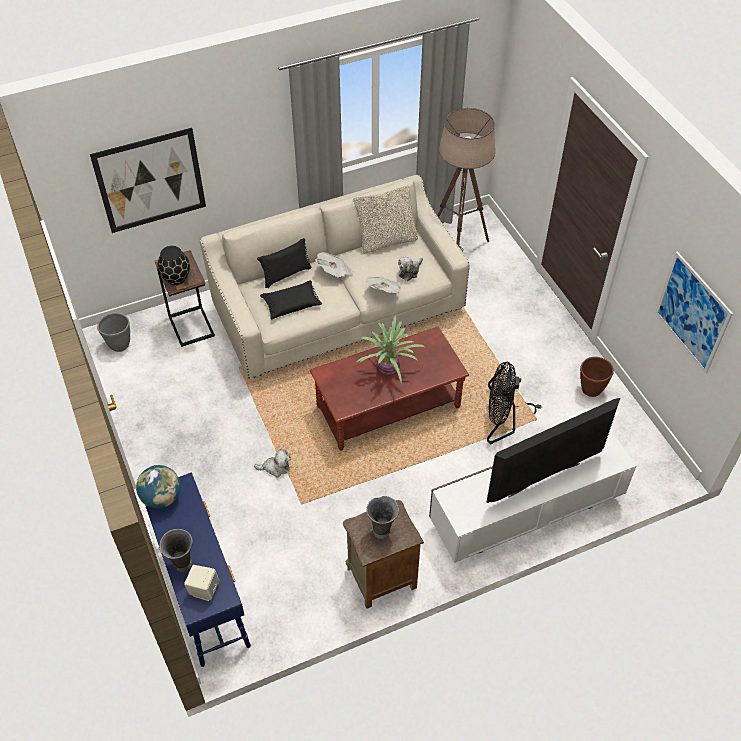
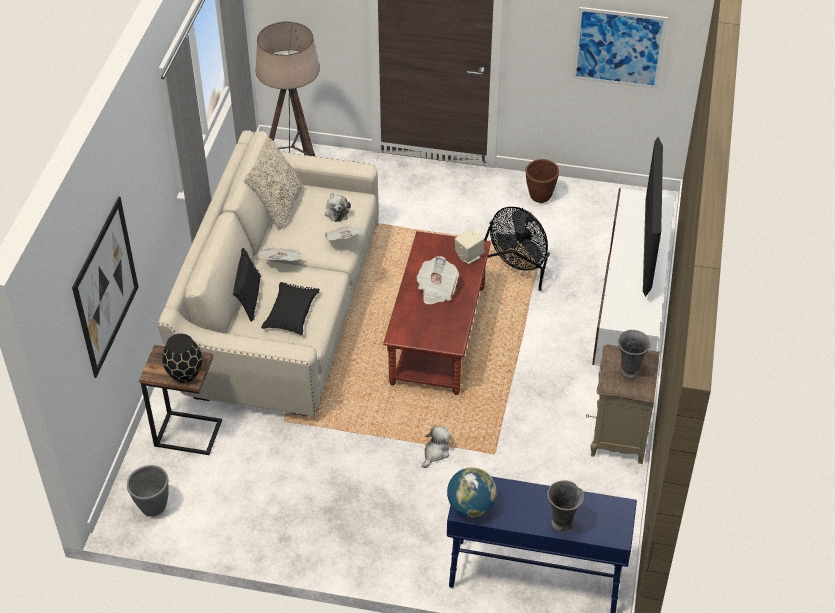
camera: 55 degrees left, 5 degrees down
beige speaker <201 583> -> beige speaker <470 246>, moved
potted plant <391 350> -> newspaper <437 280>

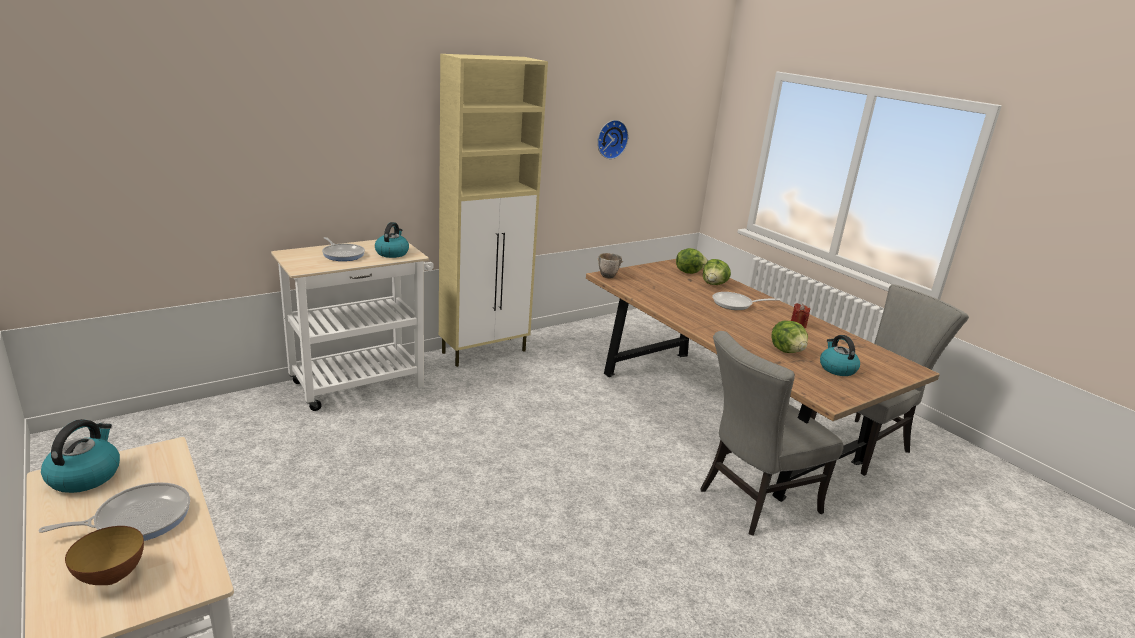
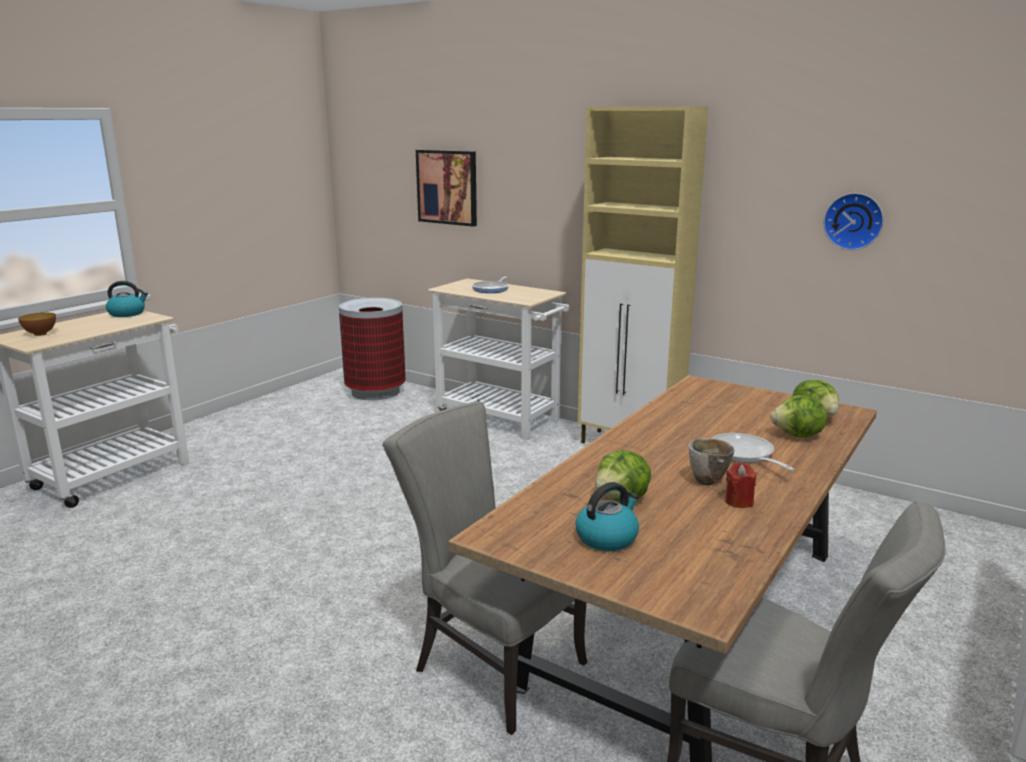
camera: 70 degrees right, 5 degrees down
frying pan <114 511> -> none
kettle <392 240> -> none
bowl <610 265> -> bowl <711 461>, moved
none -> trash can <372 349>
none -> picture <446 188>

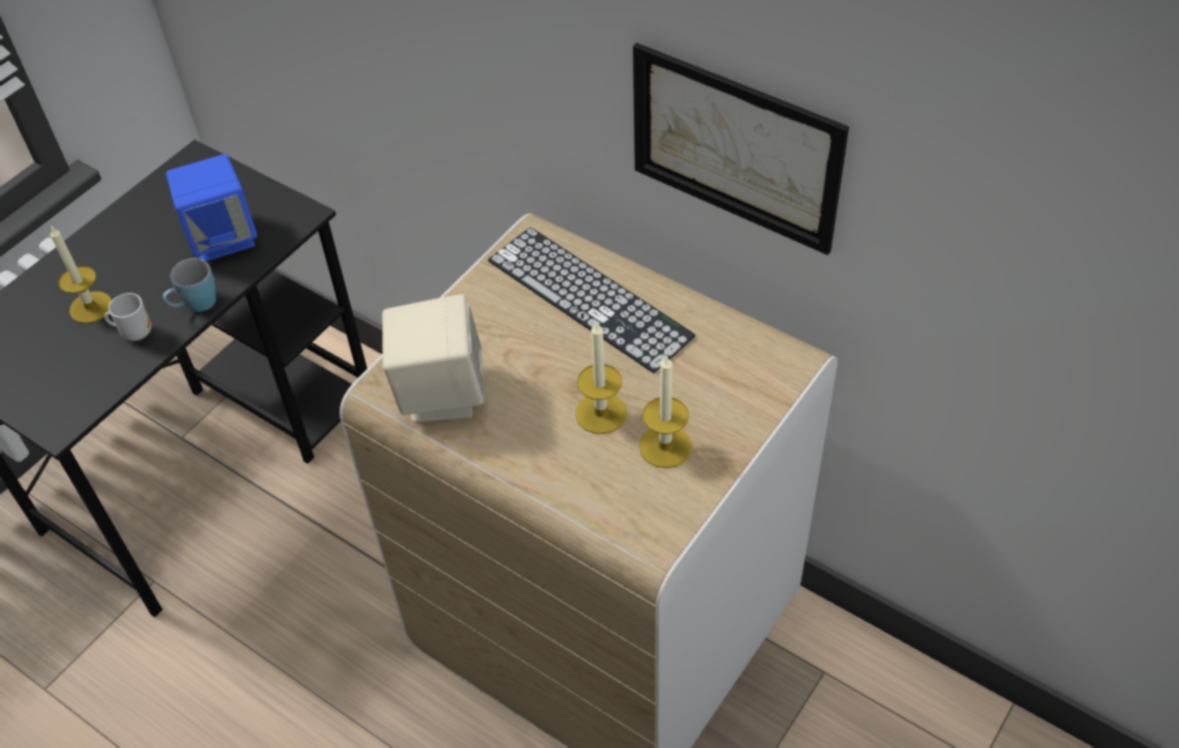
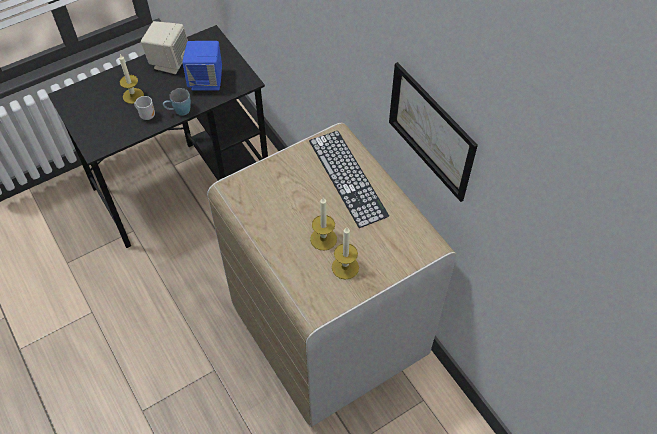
camera: 20 degrees right, 5 degrees up
beige speaker <433 358> -> beige speaker <164 47>, moved

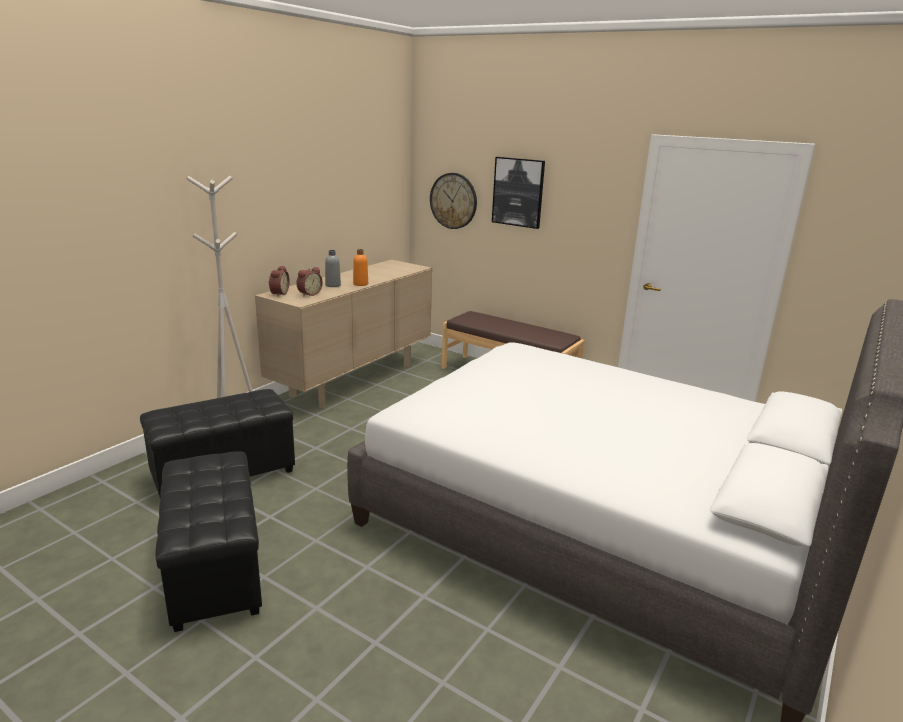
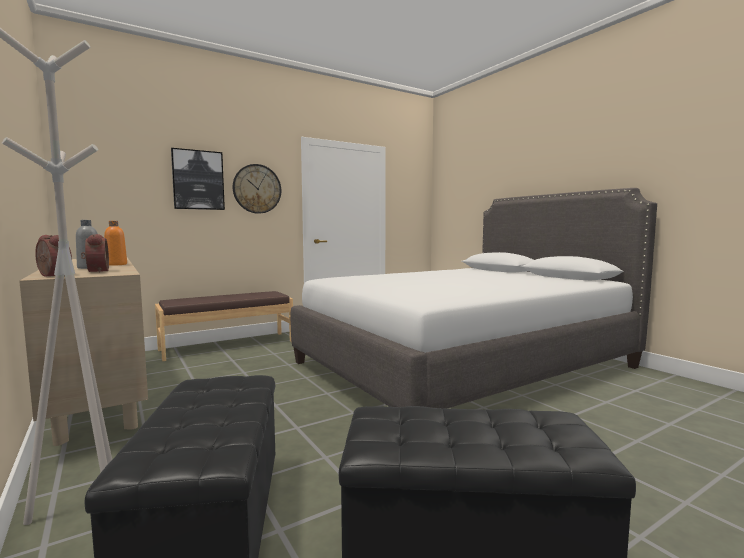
camera: 65 degrees left, 15 degrees down
wall clock <453 201> -> wall clock <257 189>, moved

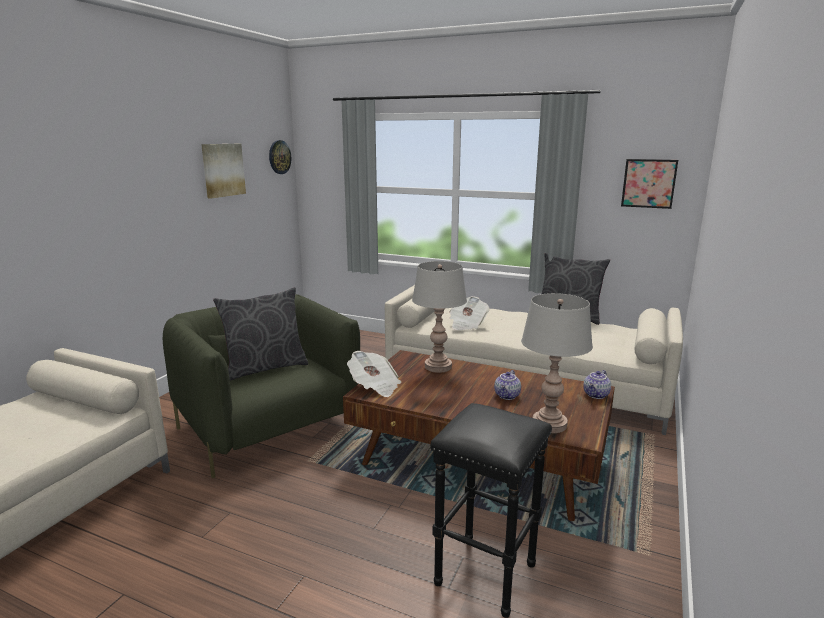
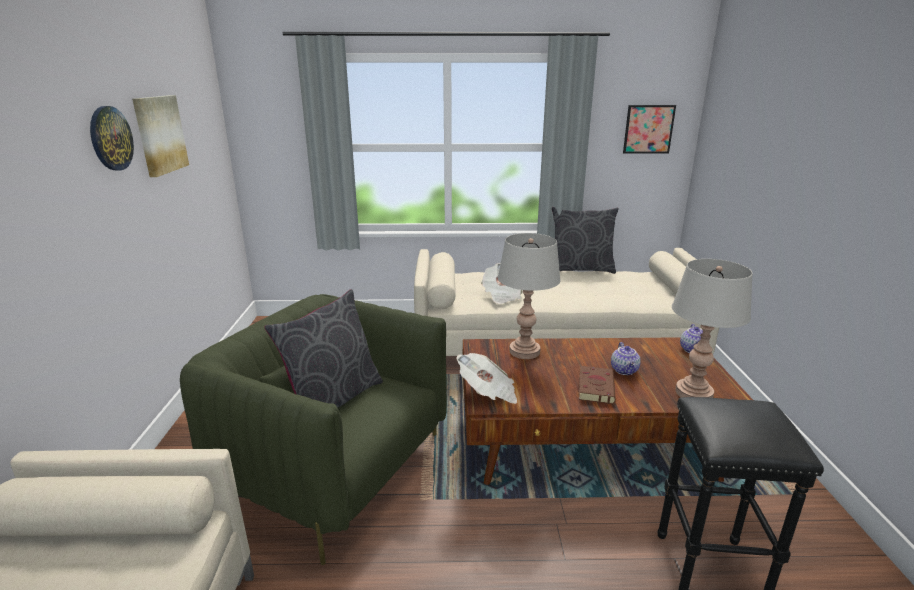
camera: 25 degrees left, 5 degrees up
wall clock <280 157> -> wall clock <112 138>, moved
none -> brown book <597 385>

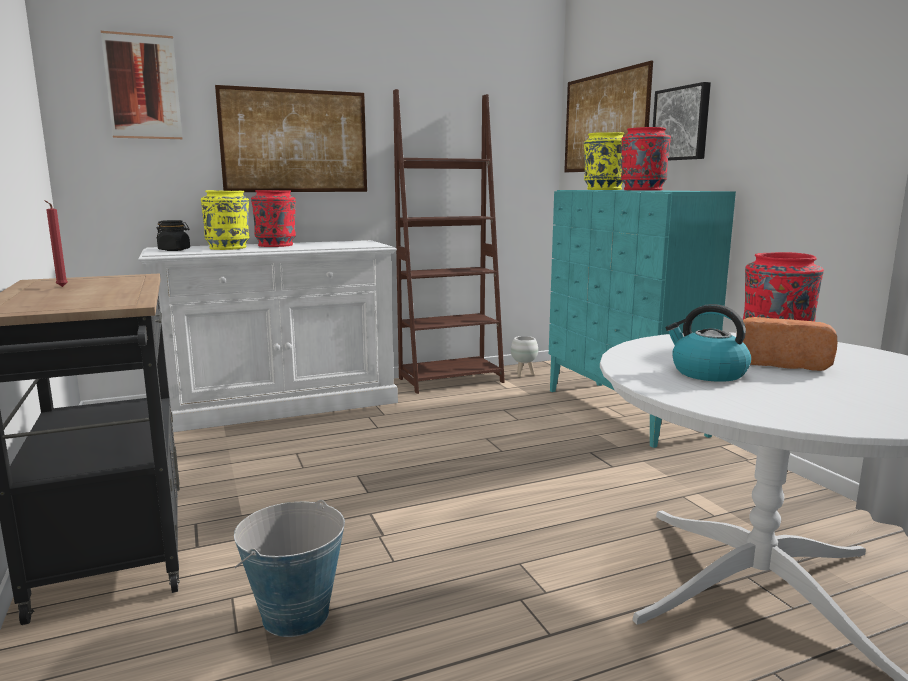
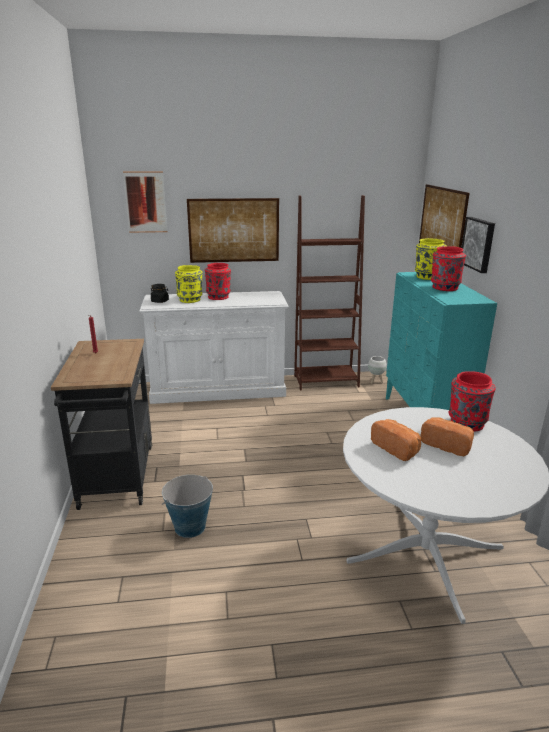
camera: 15 degrees right, 10 degrees up
kettle <708 343> -> bread <396 440>

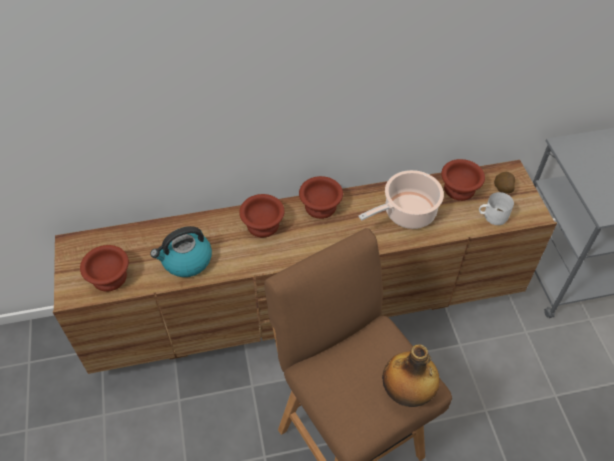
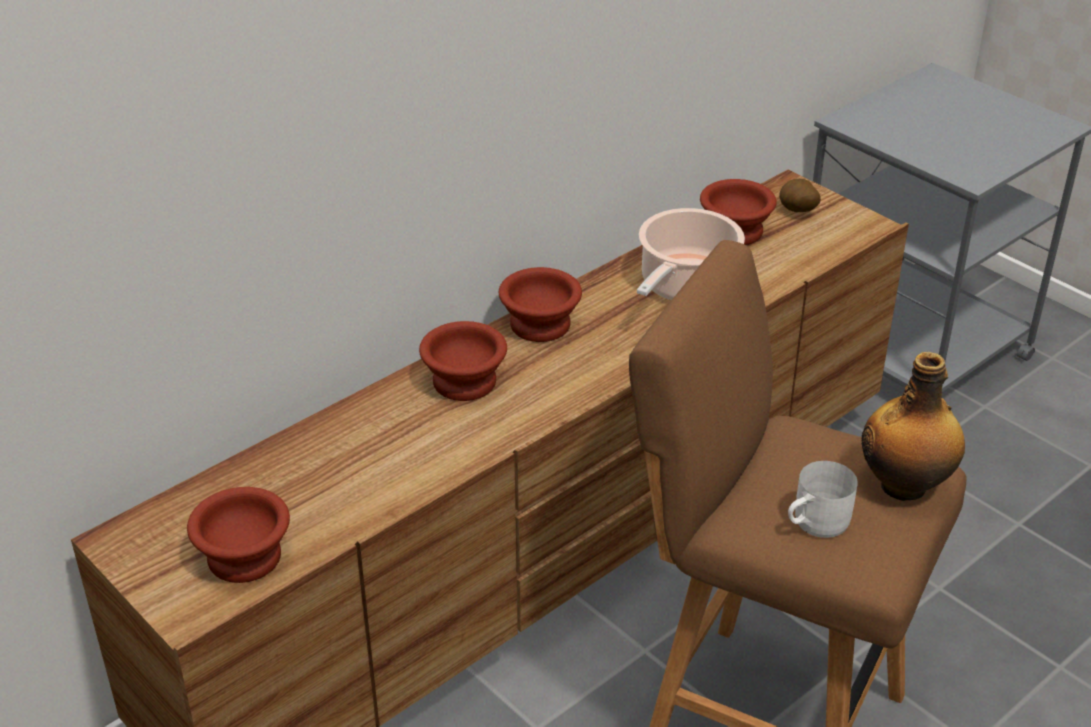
camera: 30 degrees left, 15 degrees down
kettle <181 251> -> none
white mug <496 208> -> white mug <823 499>, moved

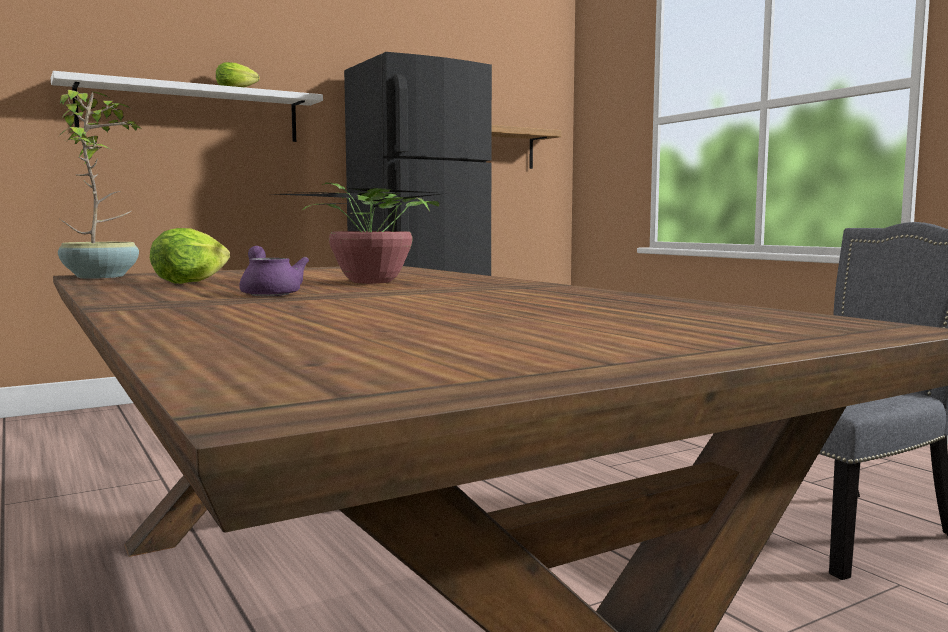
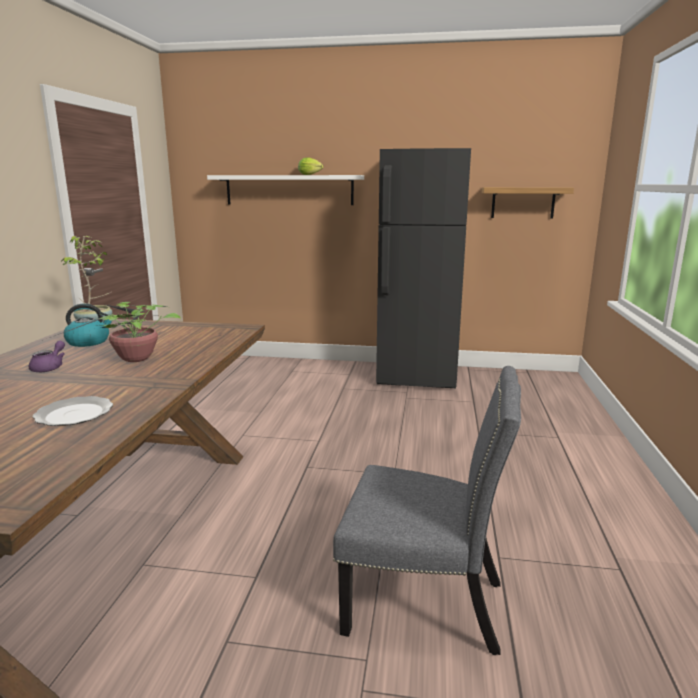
camera: 40 degrees right, 10 degrees up
lettuce <190 256> -> kettle <88 325>
none -> plate <72 411>

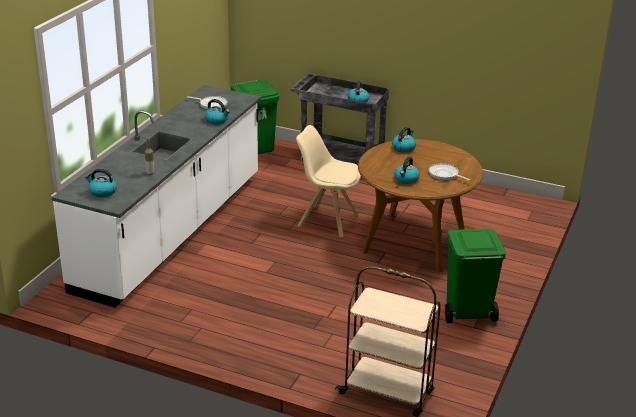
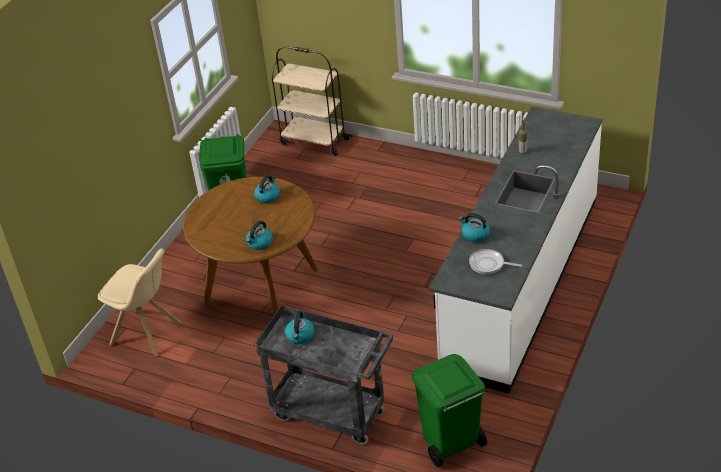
camera: 175 degrees left, 10 degrees up
kettle <101 183> -> none
beige chair <328 181> -> beige chair <140 303>, moved
frying pan <449 172> -> none

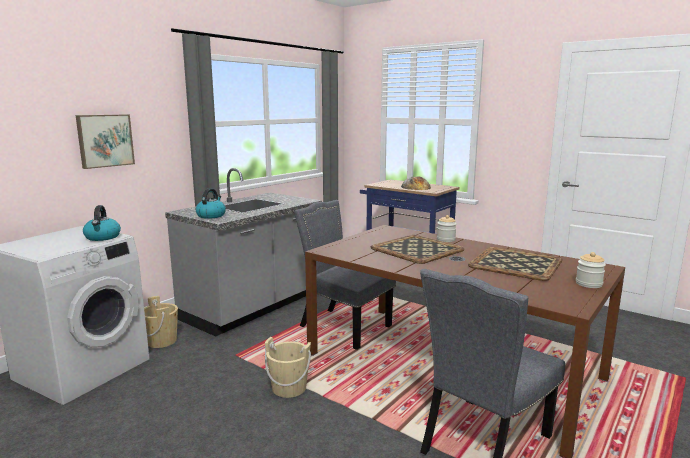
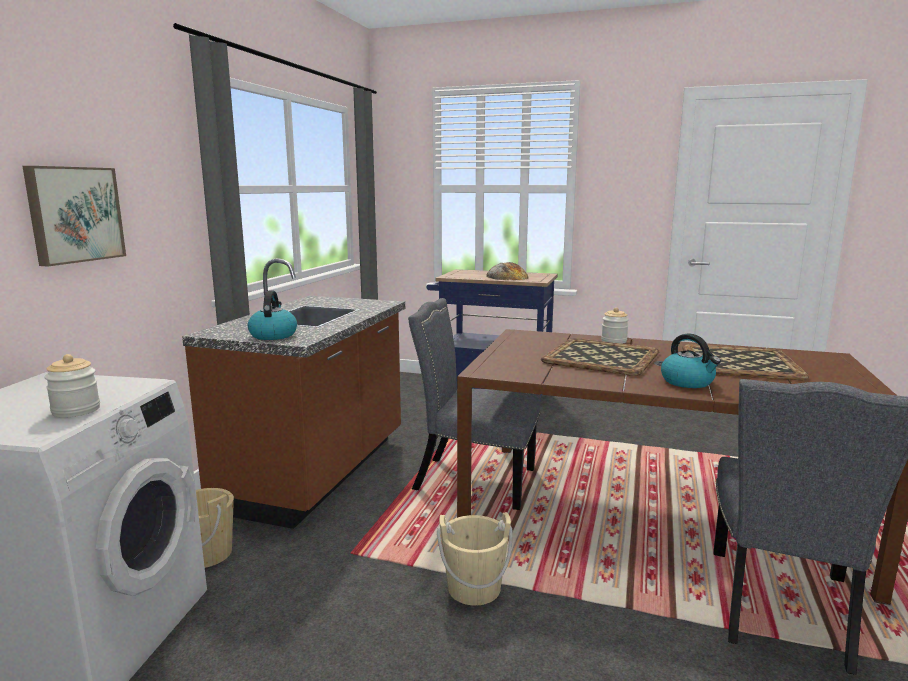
camera: 20 degrees left, 0 degrees up
kettle <102 223> -> kettle <691 360>, moved
grey counter <243 252> -> brown counter <293 394>
jar <591 270> -> jar <72 386>, moved

